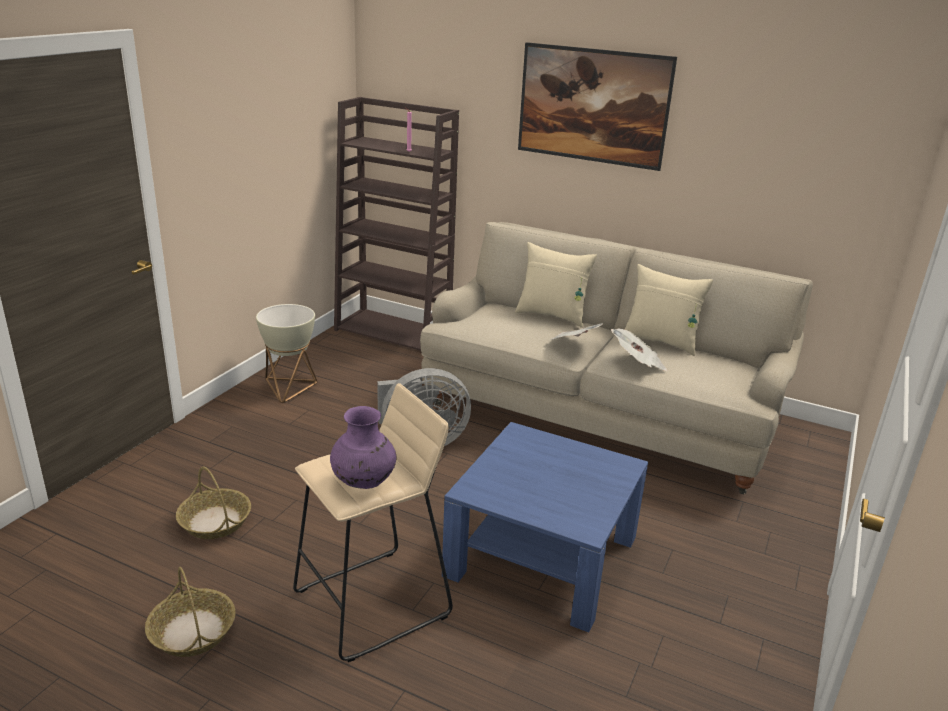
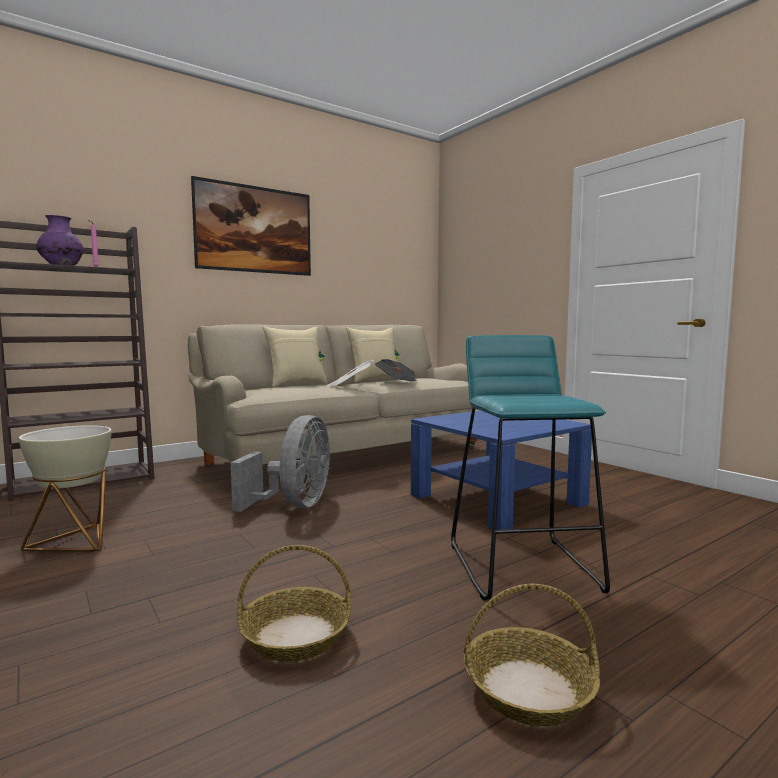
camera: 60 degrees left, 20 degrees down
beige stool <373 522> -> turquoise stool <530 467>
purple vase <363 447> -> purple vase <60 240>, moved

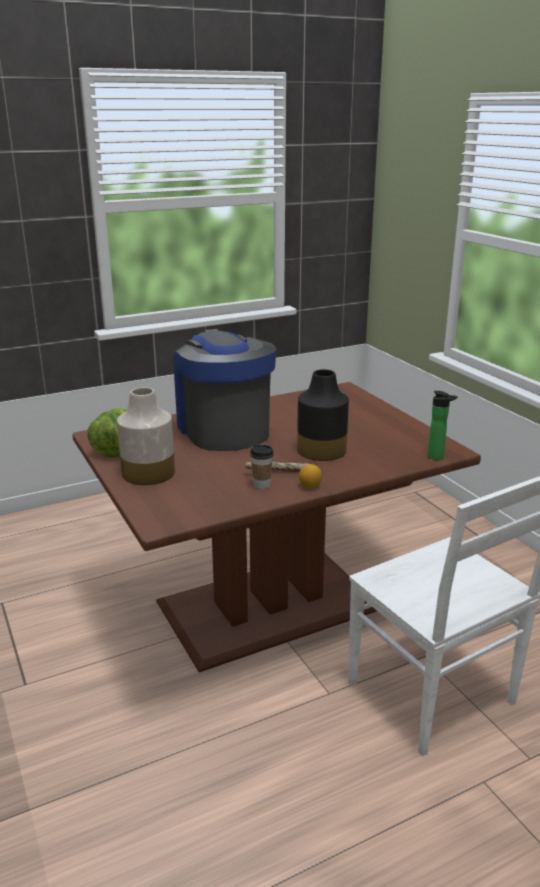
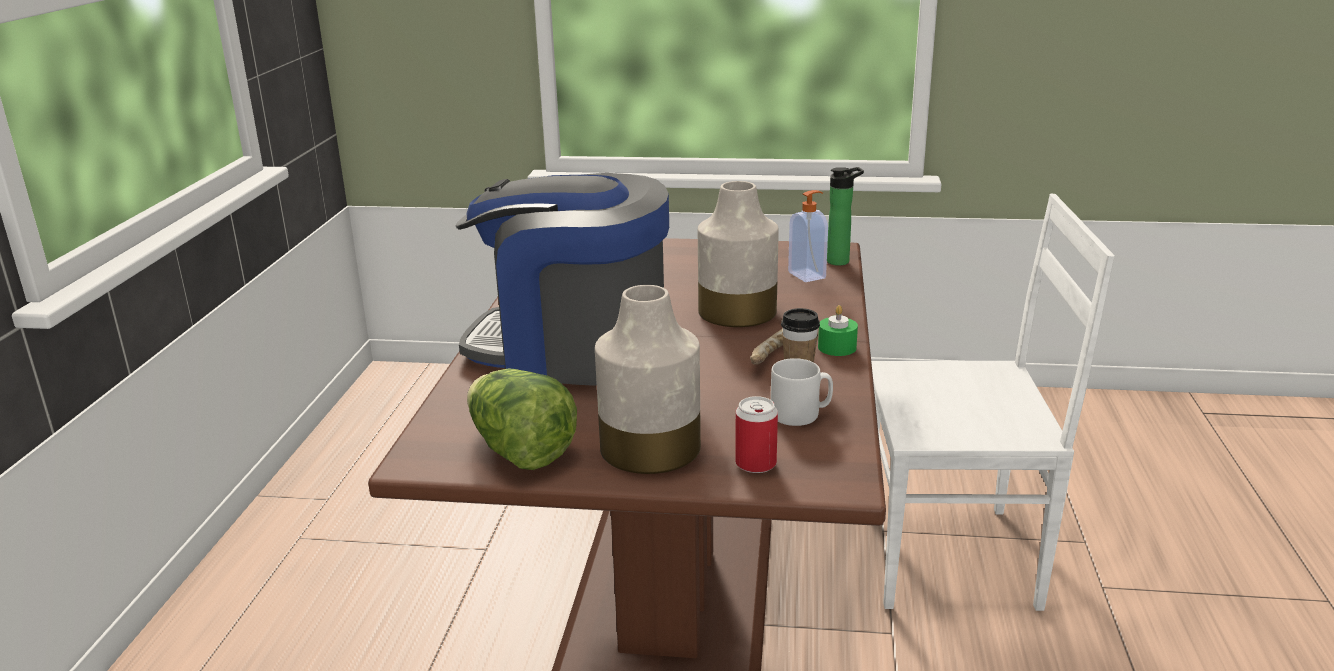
camera: 55 degrees left, 0 degrees up
black vase <323 415> -> beige vase <738 254>
lemon <310 476> -> green candle <838 330>
none -> can <756 434>
none -> grey mug <802 392>
none -> soap dispenser <808 236>

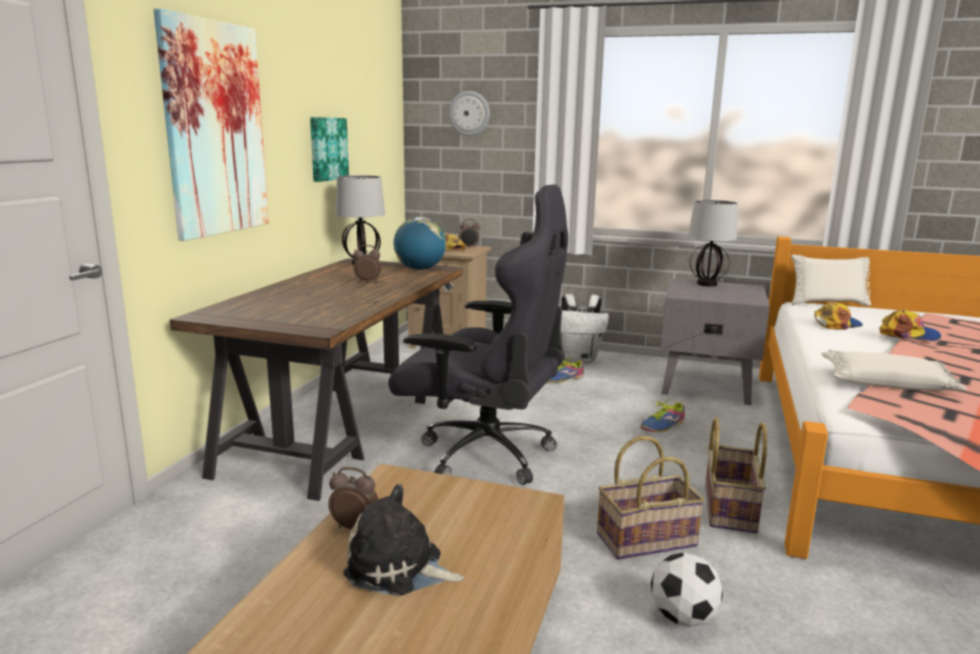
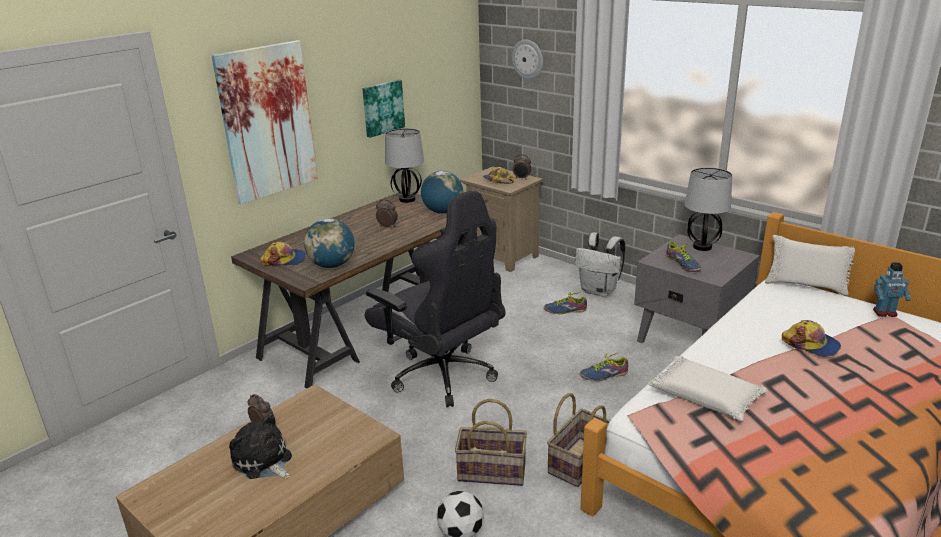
camera: 25 degrees right, 10 degrees up
cap <838 316> -> cap <283 254>, moved
none -> globe <329 243>
none -> shoe <683 256>
none -> toy robot <892 290>

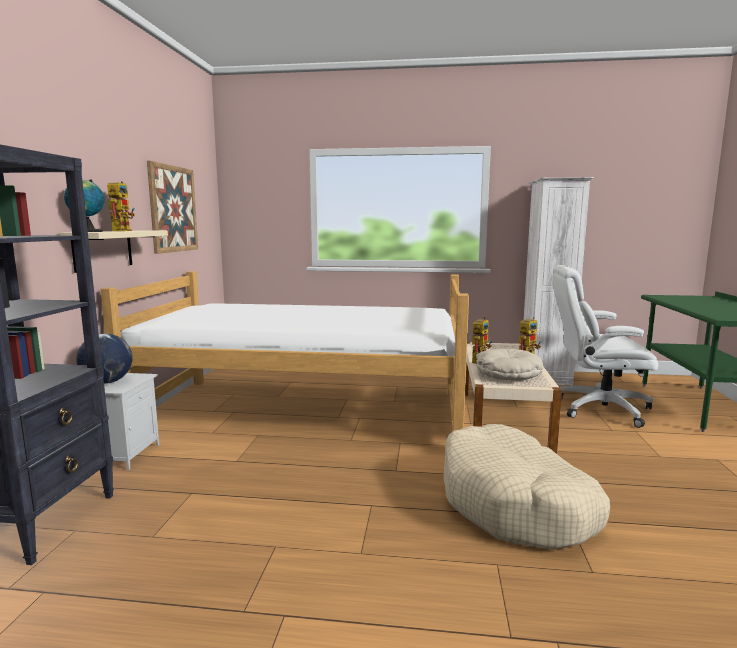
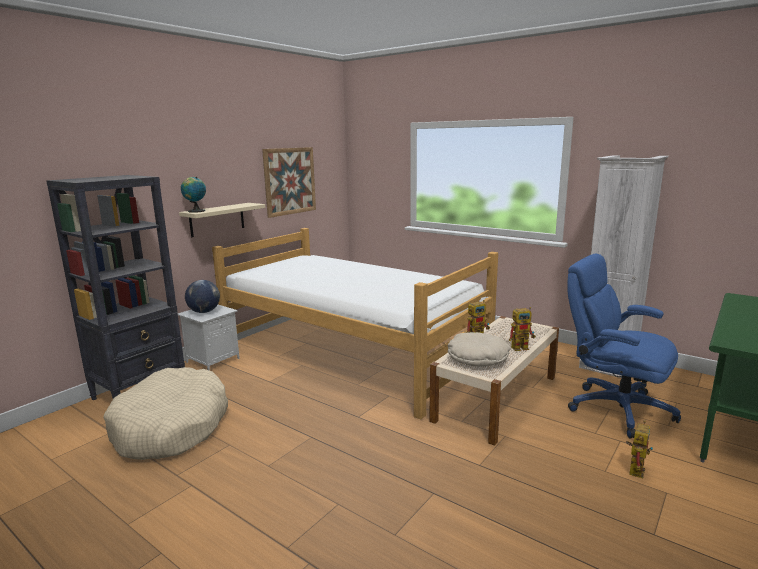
camera: 30 degrees right, 5 degrees up
toy robot <121 206> -> toy robot <639 449>, moved
beige dog bed <526 487> -> beige dog bed <166 413>, moved
white office chair <605 346> -> blue office chair <624 346>

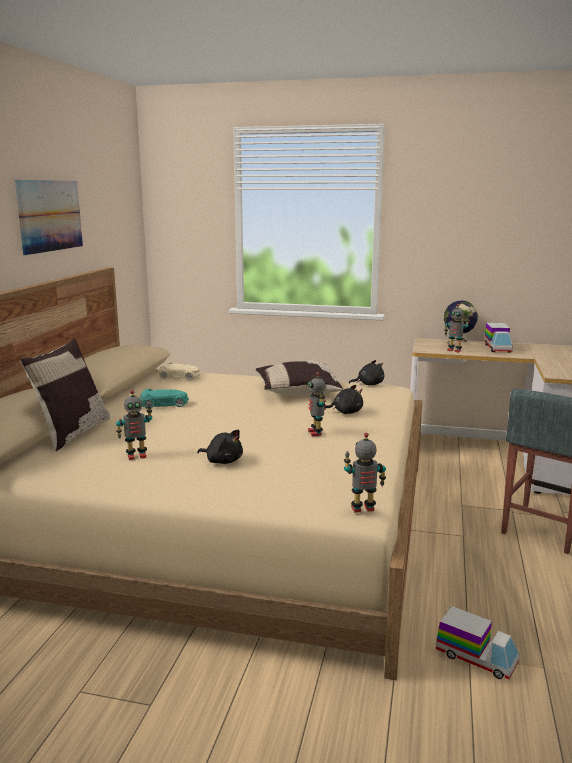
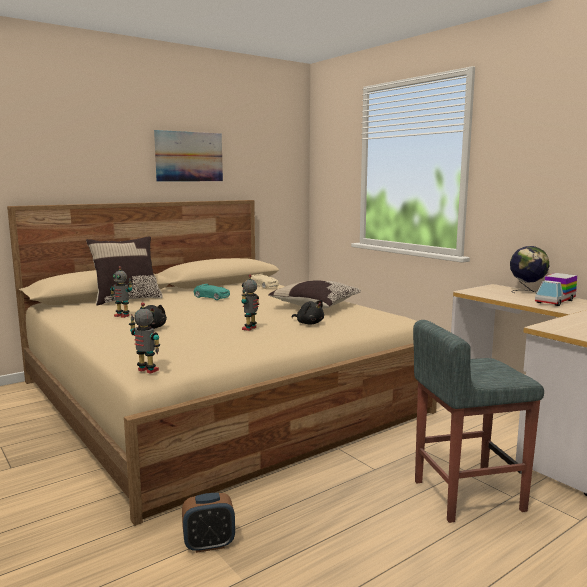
camera: 40 degrees right, 5 degrees down
black plush toy <366 372> -> none
toy truck <478 642> -> alarm clock <208 523>
toy robot <456 328> -> none

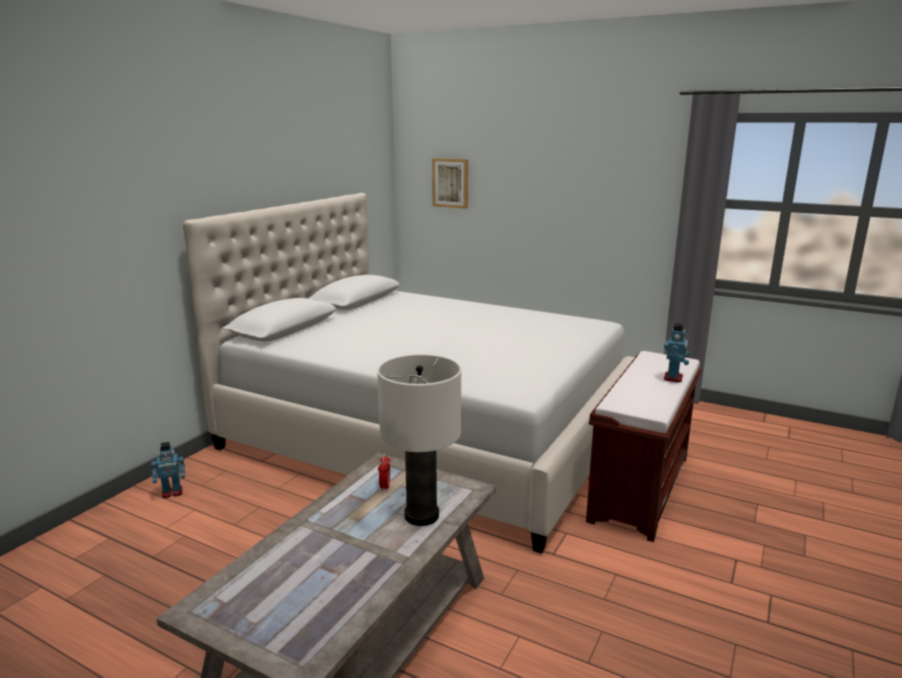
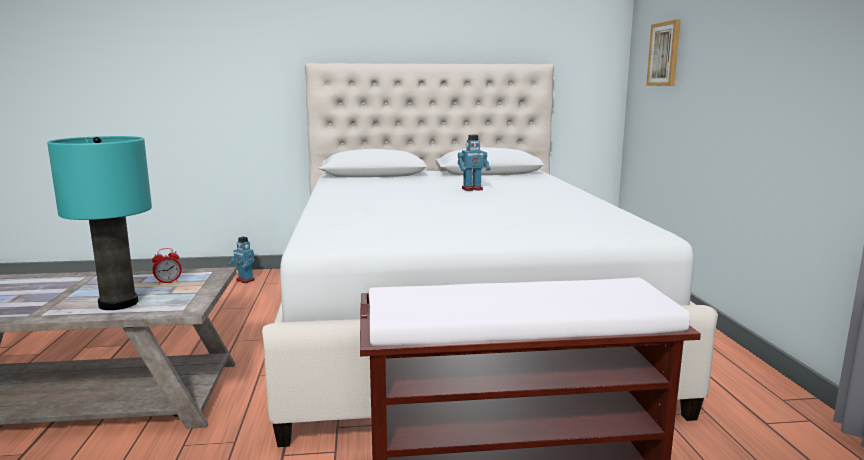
camera: 55 degrees right, 5 degrees down
white table lamp <419 440> -> turquoise table lamp <99 223>
toy robot <677 353> -> toy robot <474 163>, moved

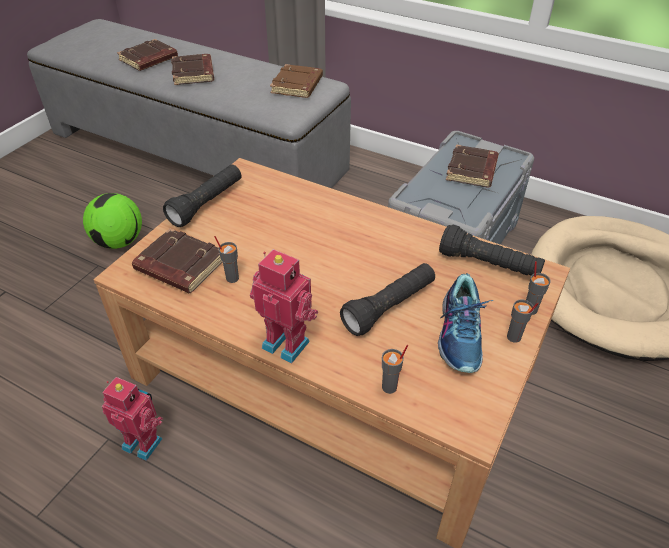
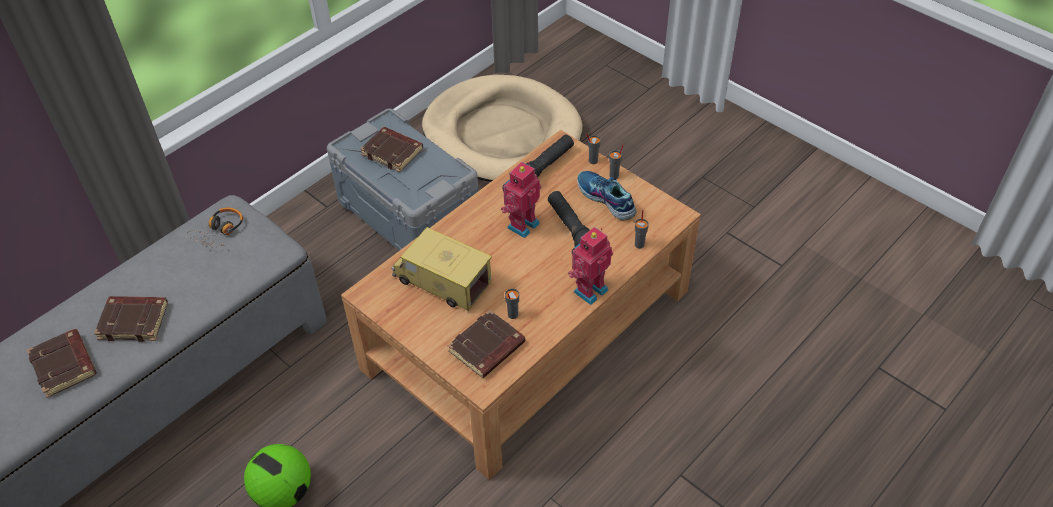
camera: 75 degrees left, 5 degrees up
toy robot <132 419> -> toy robot <521 200>, moved
black flashlight <202 195> -> none
brown book <296 81> -> headphones <214 228>
shoe <466 323> -> shoe <606 196>, 150 degrees counterclockwise
none -> toy truck <441 269>

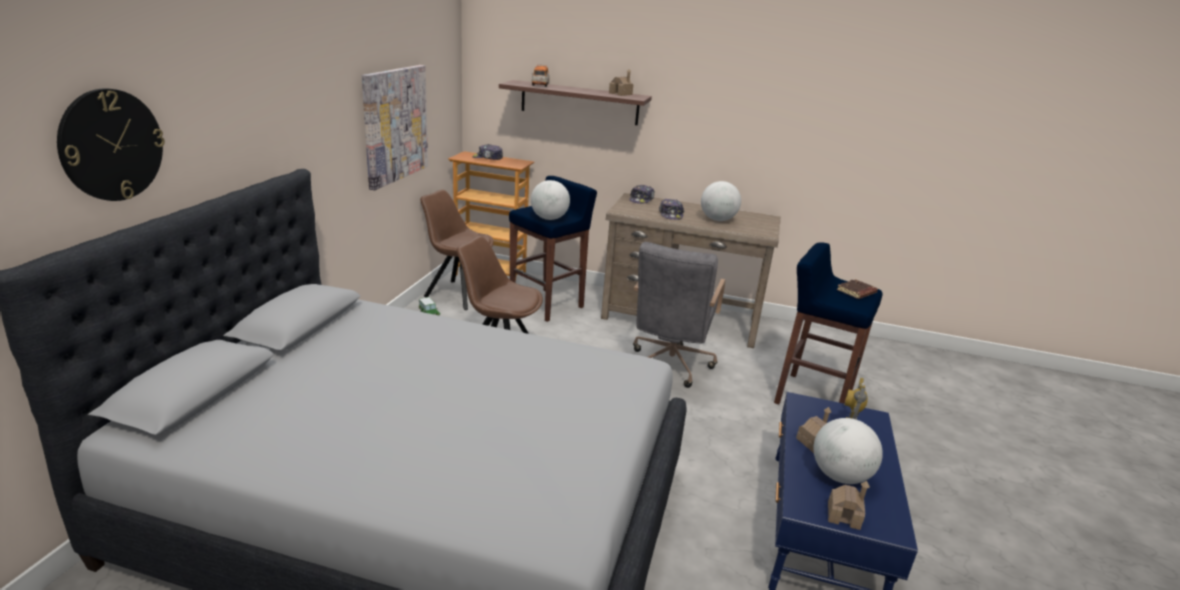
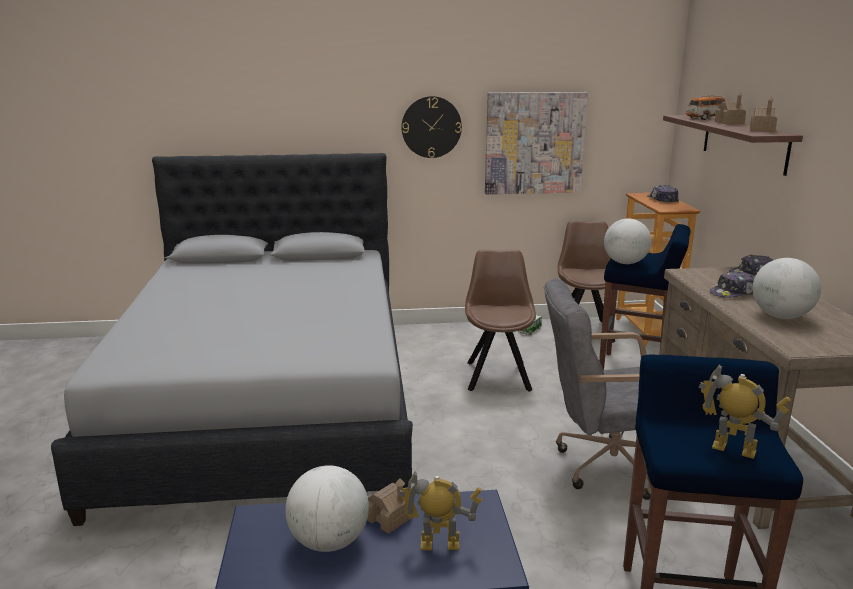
camera: 70 degrees right, 5 degrees down
wall clock <111 145> -> wall clock <432 127>, moved
toy house <849 505> -> toy house <730 107>, moved
brown book <857 289> -> toy robot <744 411>

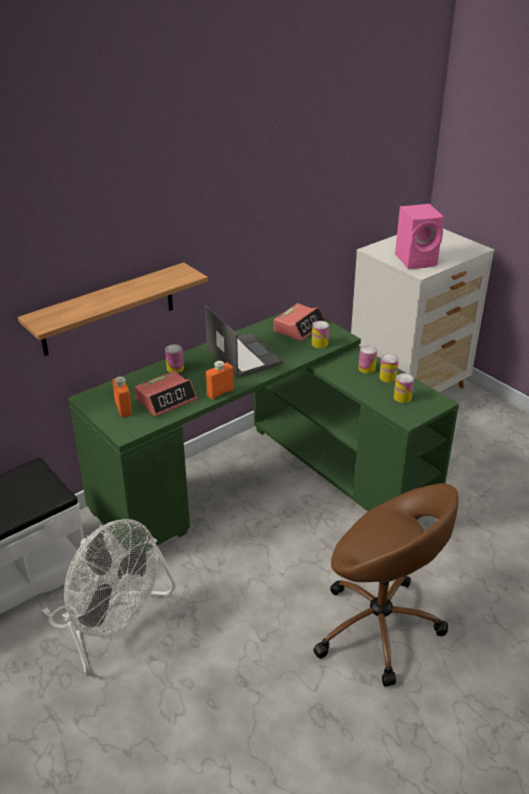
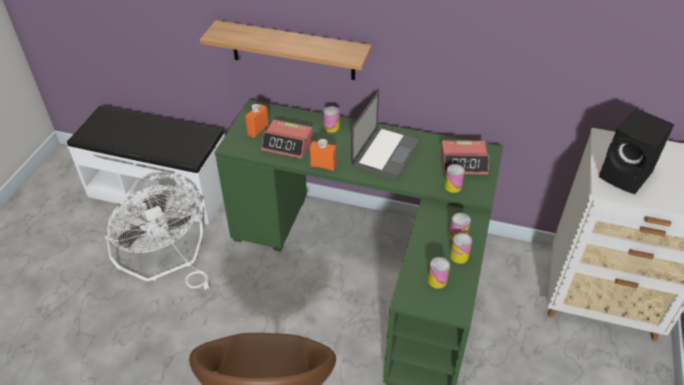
camera: 55 degrees right, 10 degrees up
white fan <109 597> -> white fan <157 237>, 150 degrees clockwise
pink speaker <419 236> -> black speaker <636 151>

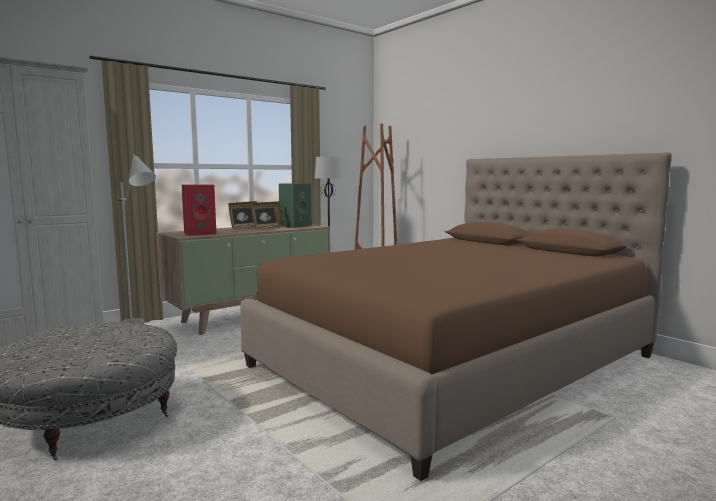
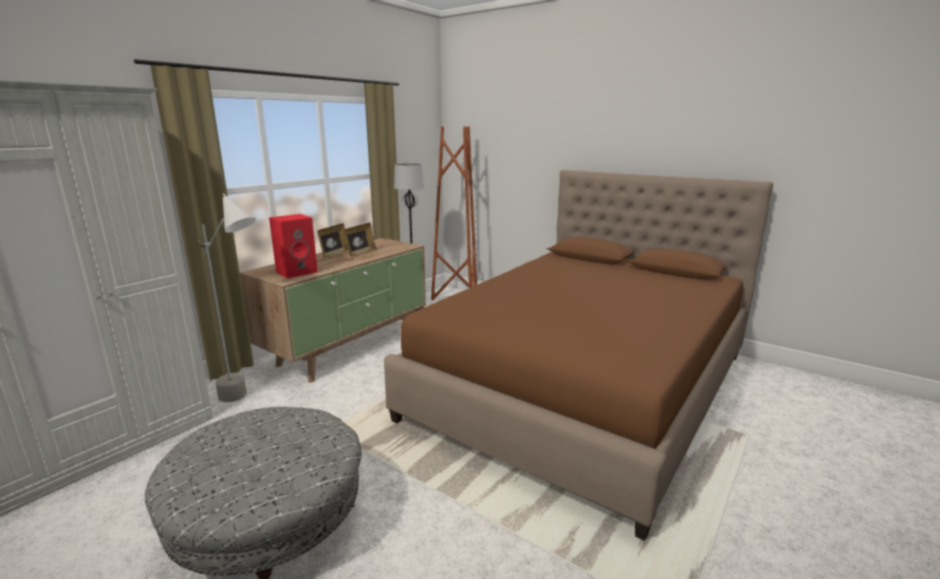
camera: 15 degrees left, 10 degrees up
green speaker <295 205> -> none

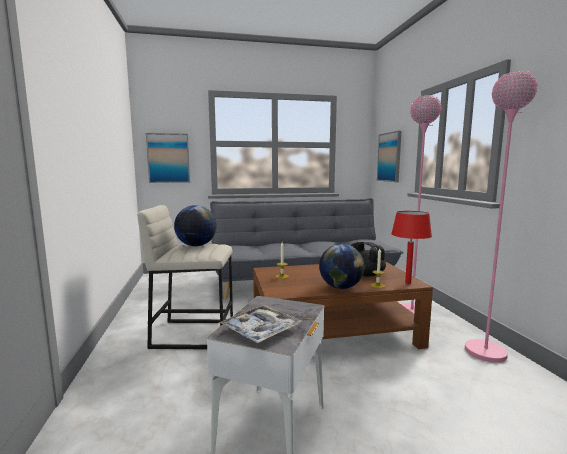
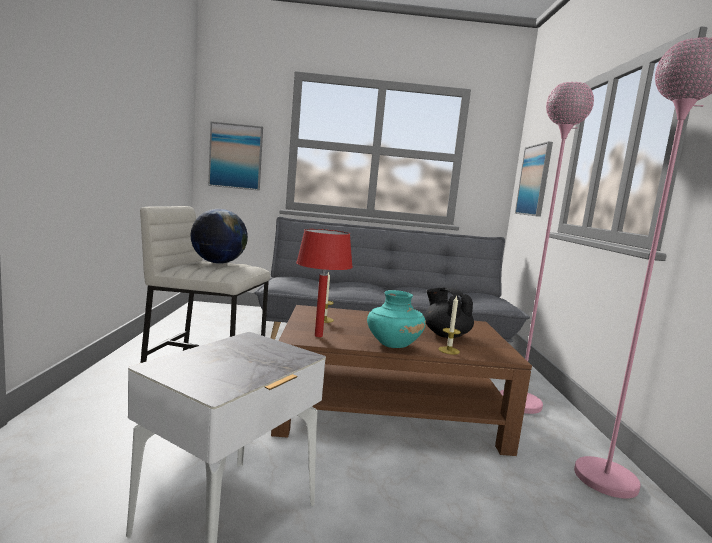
camera: 10 degrees right, 0 degrees up
tray <260 324> -> none
globe <342 266> -> turquoise vase <396 319>
red table lamp <411 247> -> red table lamp <324 283>, moved

